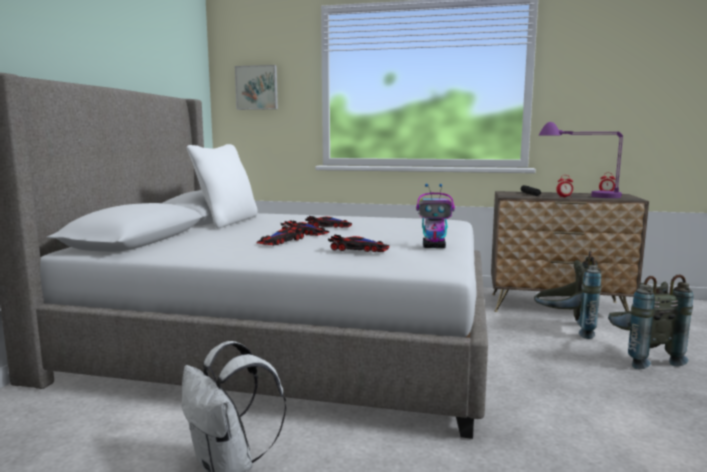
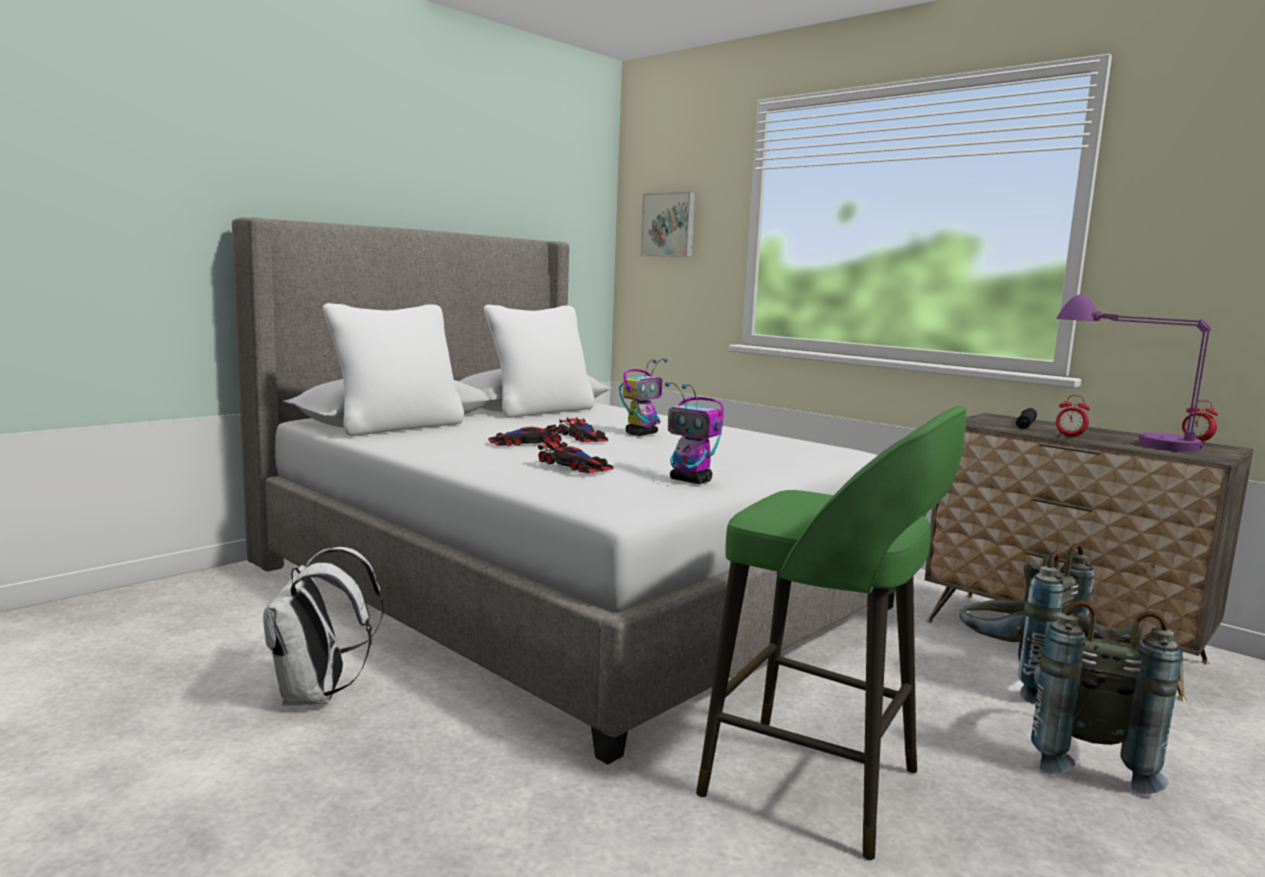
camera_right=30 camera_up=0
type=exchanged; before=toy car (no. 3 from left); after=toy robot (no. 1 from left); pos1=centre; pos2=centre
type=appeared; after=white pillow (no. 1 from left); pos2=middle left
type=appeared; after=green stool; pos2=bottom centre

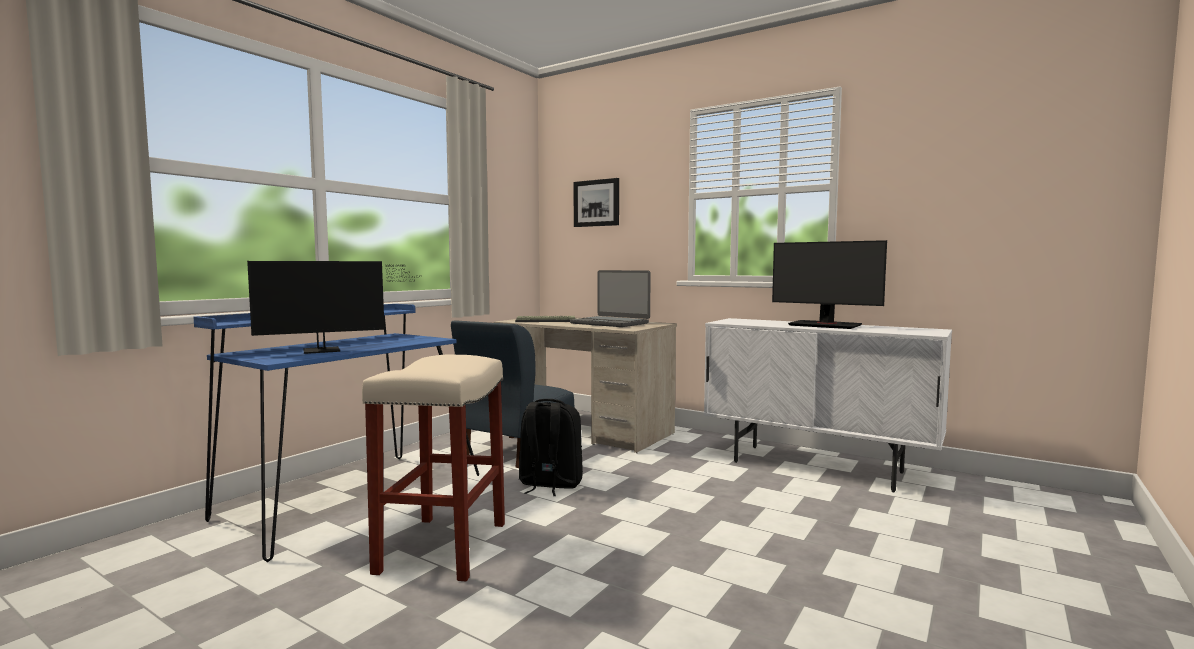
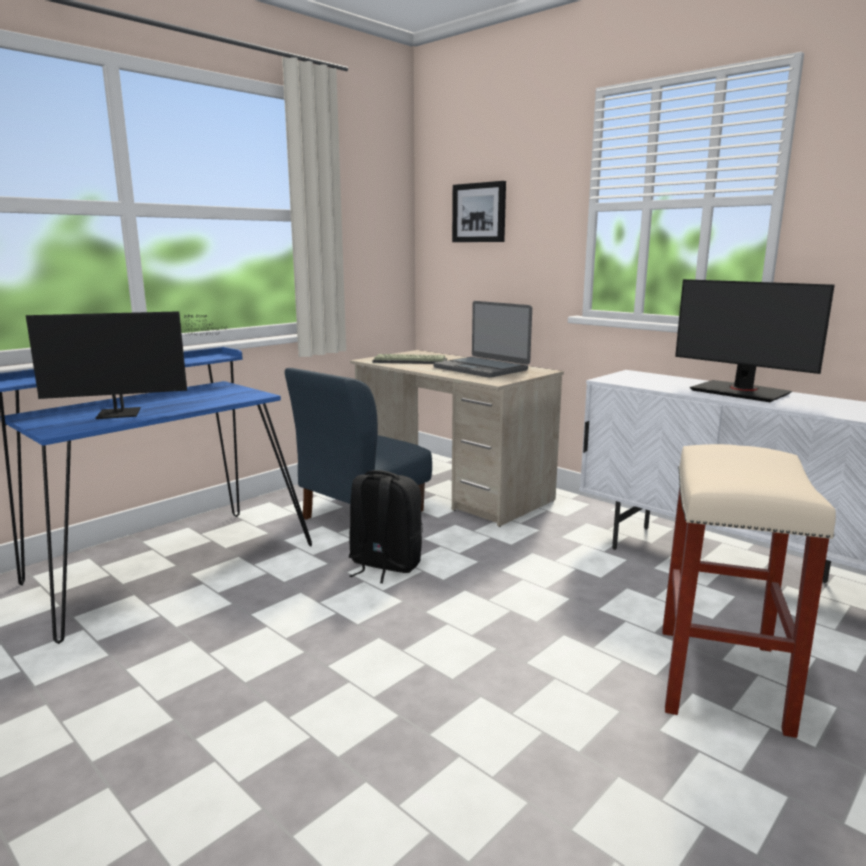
camera_right=10 camera_up=10
type=relocated; before=beige stool; pos1=bottom centre; pos2=bottom right

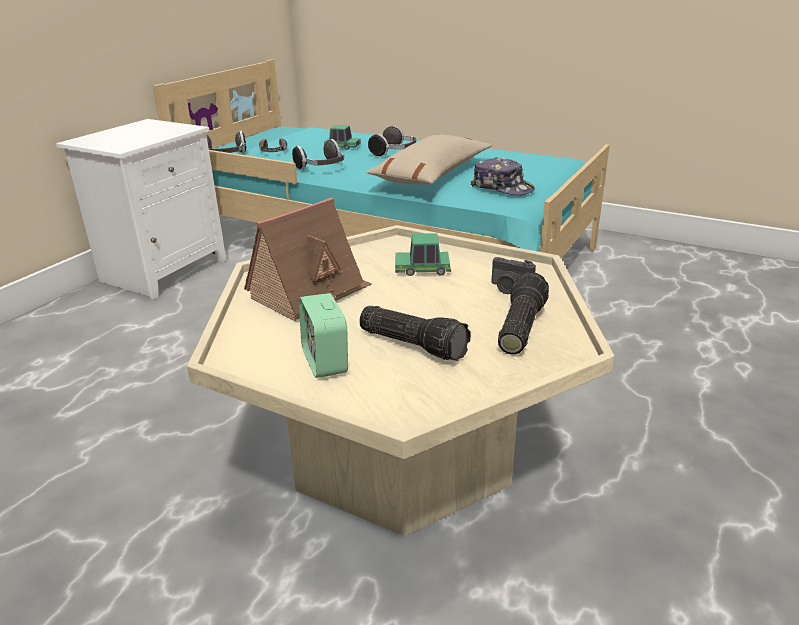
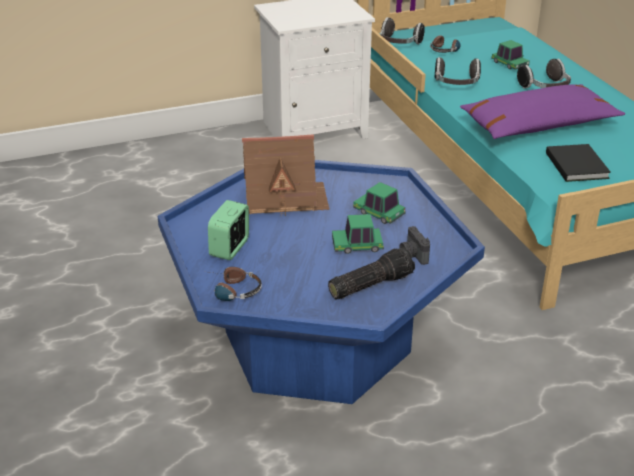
camera_right=40 camera_up=5
type=colour; before=beige pillow; after=purple pillow; pos1=top centre; pos2=top right
type=exchanged; before=cap; after=black book; pos1=top centre; pos2=middle right
type=colour; before=beige coffee table; after=blue coffee table; pos1=centre; pos2=centre
type=missing; before=flashlight (no. 1 from left); pos1=centre
type=appeared; after=toy car (no. 1 from left); pos2=centre
type=appeared; after=headphones (no. 1 from left); pos2=centre

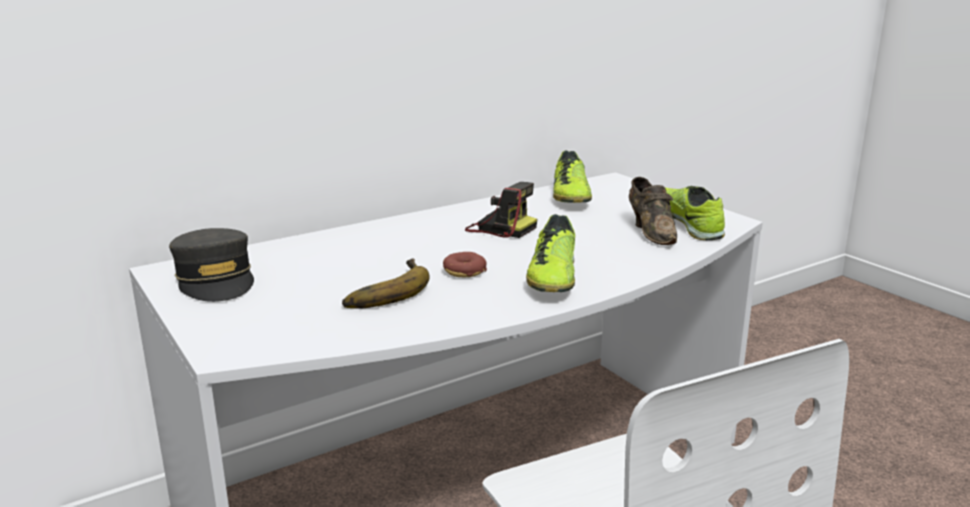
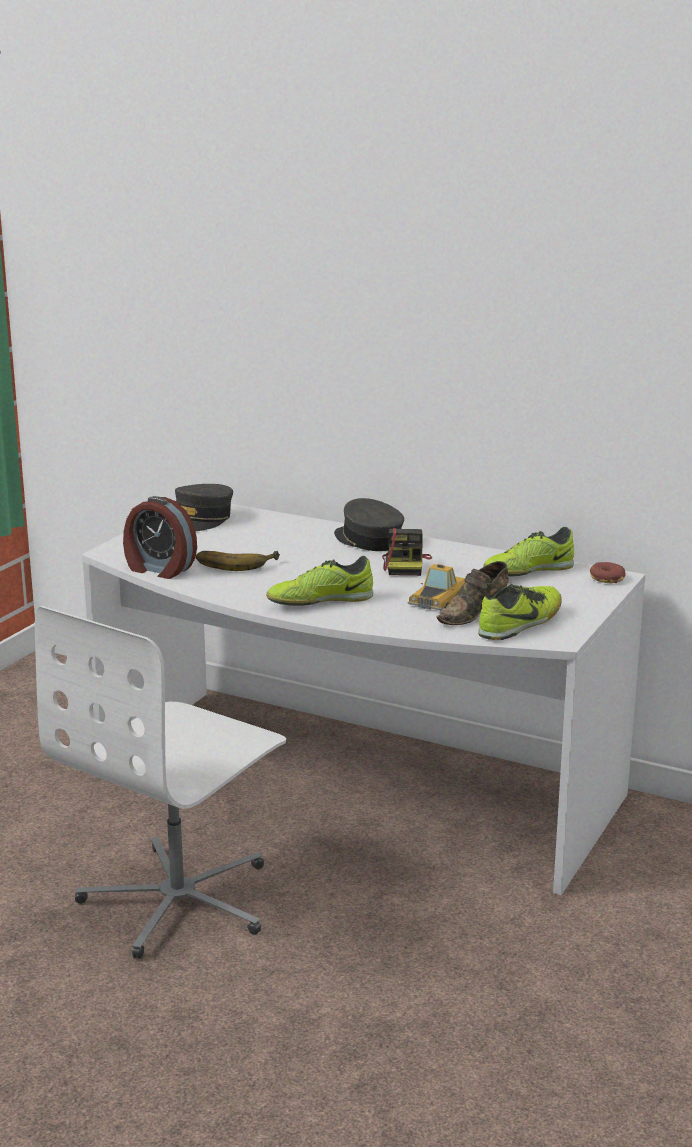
camera_right=60 camera_up=0
type=relocated; before=donut; pos1=centre; pos2=middle right
type=appeared; after=alarm clock; pos2=middle left
type=appeared; after=grey cap (no. 2 from left); pos2=centre
type=appeared; after=toy car; pos2=centre

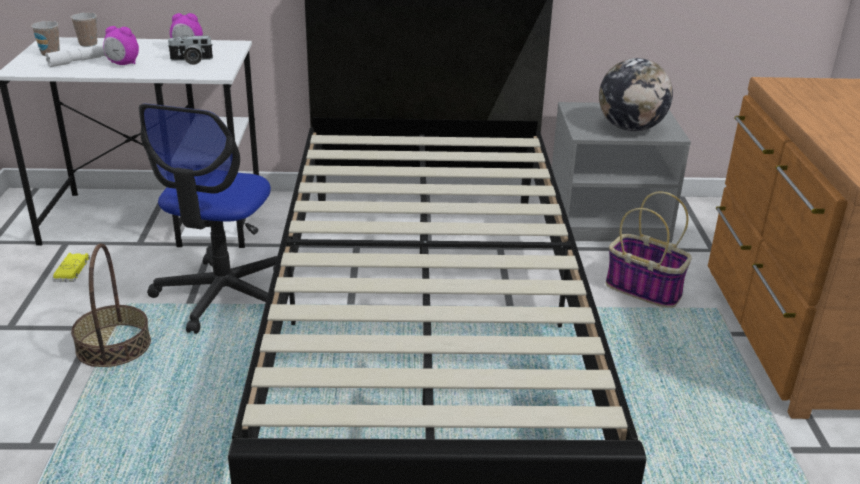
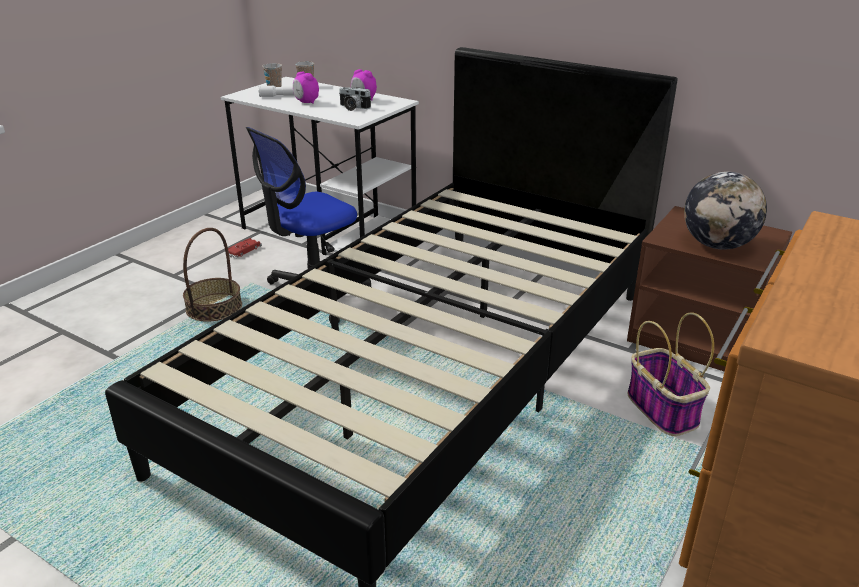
camera_right=35 camera_up=0
type=colour; before=grey nightstand; after=brown nightstand; pos1=middle right; pos2=middle right
type=colour; before=yellow toy car; after=red toy car; pos1=middle left; pos2=middle left

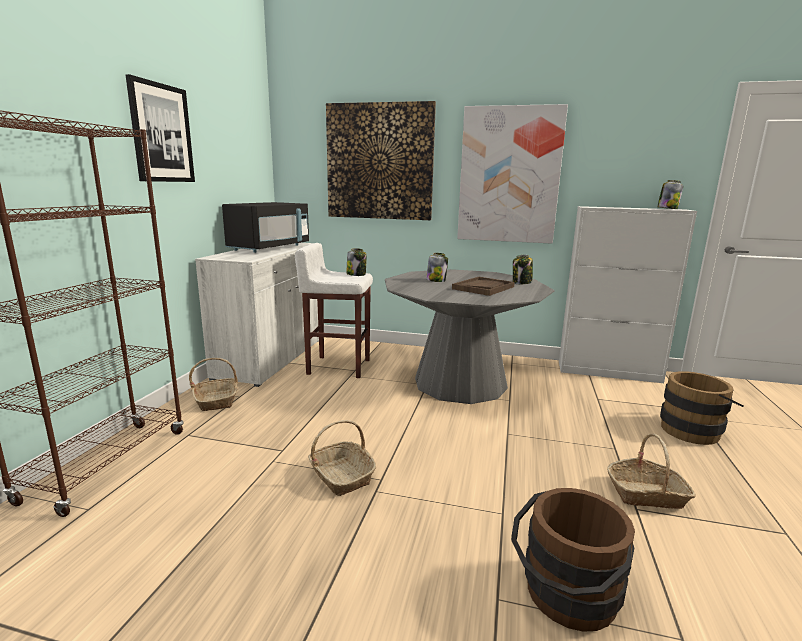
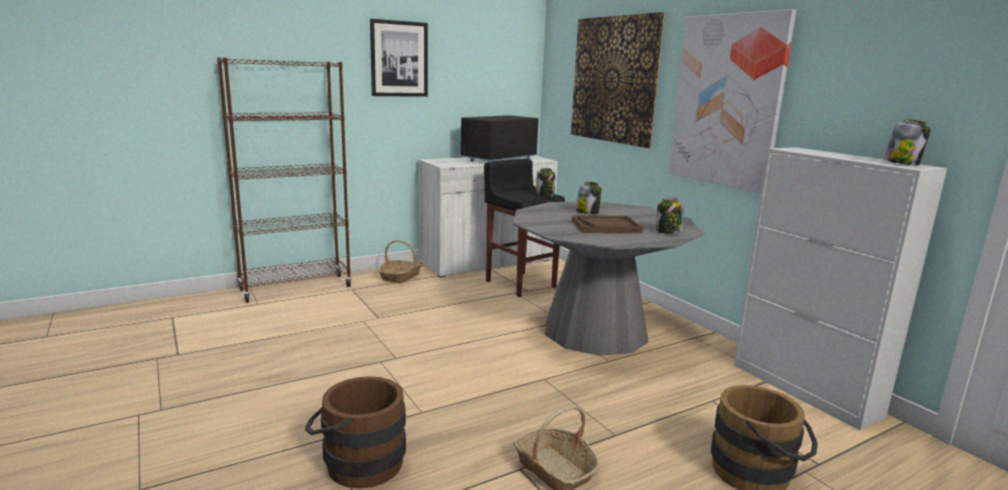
camera_right=45 camera_up=0
type=spun; before=black microwave; pos1=middle left; pos2=top centre; turn=150
type=colour; before=white stool; after=black stool; pos1=centre; pos2=centre
type=missing; before=basket (no. 2 from left); pos1=bottom centre

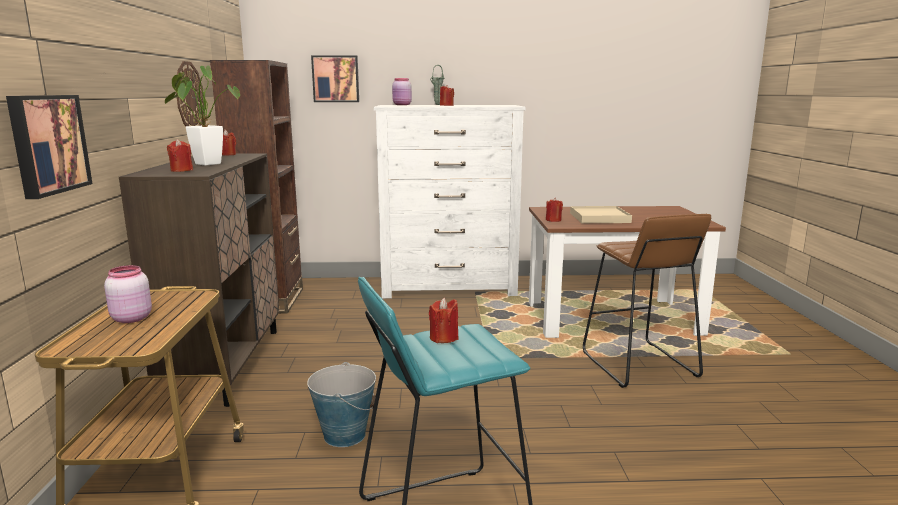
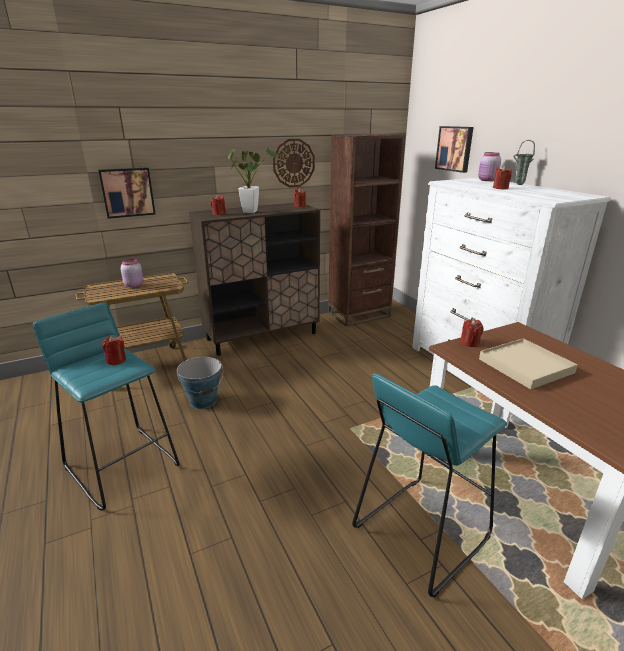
camera_right=65 camera_up=10
type=colour; before=brown stool; after=turquoise stool (no. 2 from left); pos1=middle right; pos2=bottom right

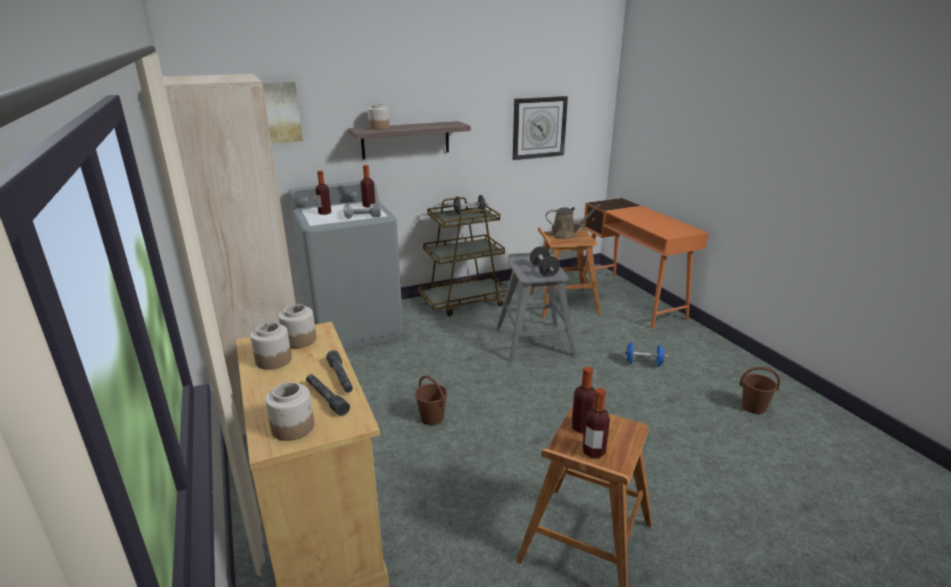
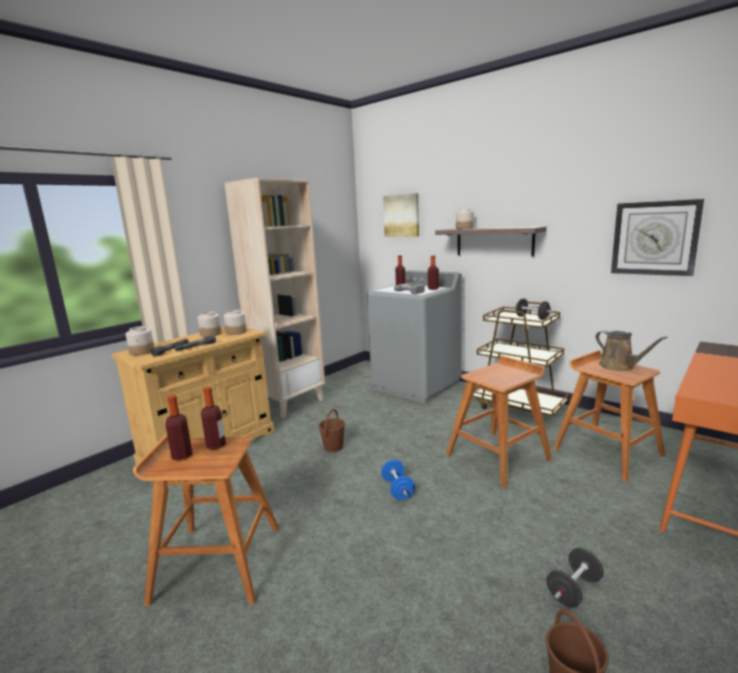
camera_right=65 camera_up=-10
type=relocated; before=black dumbbell (no. 2 from left); pos1=centre; pos2=bottom right
type=colour; before=grey stool; after=brown stool (no. 2 from left); pos1=centre; pos2=middle right
type=relocated; before=blue dumbbell; pos1=middle right; pos2=bottom centre

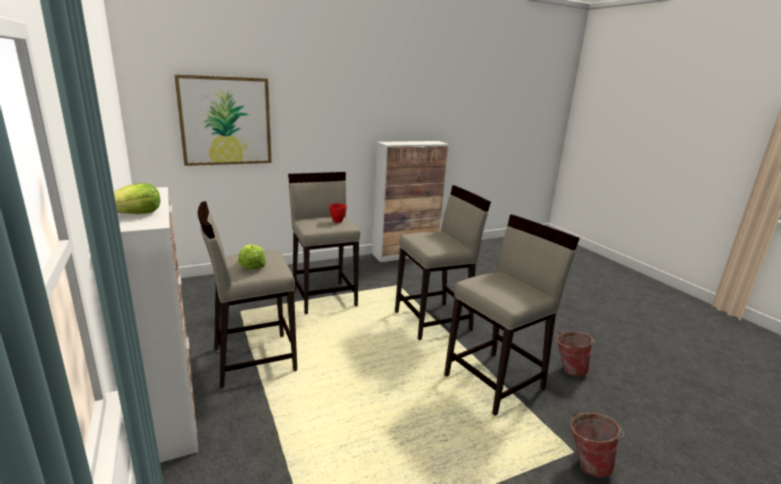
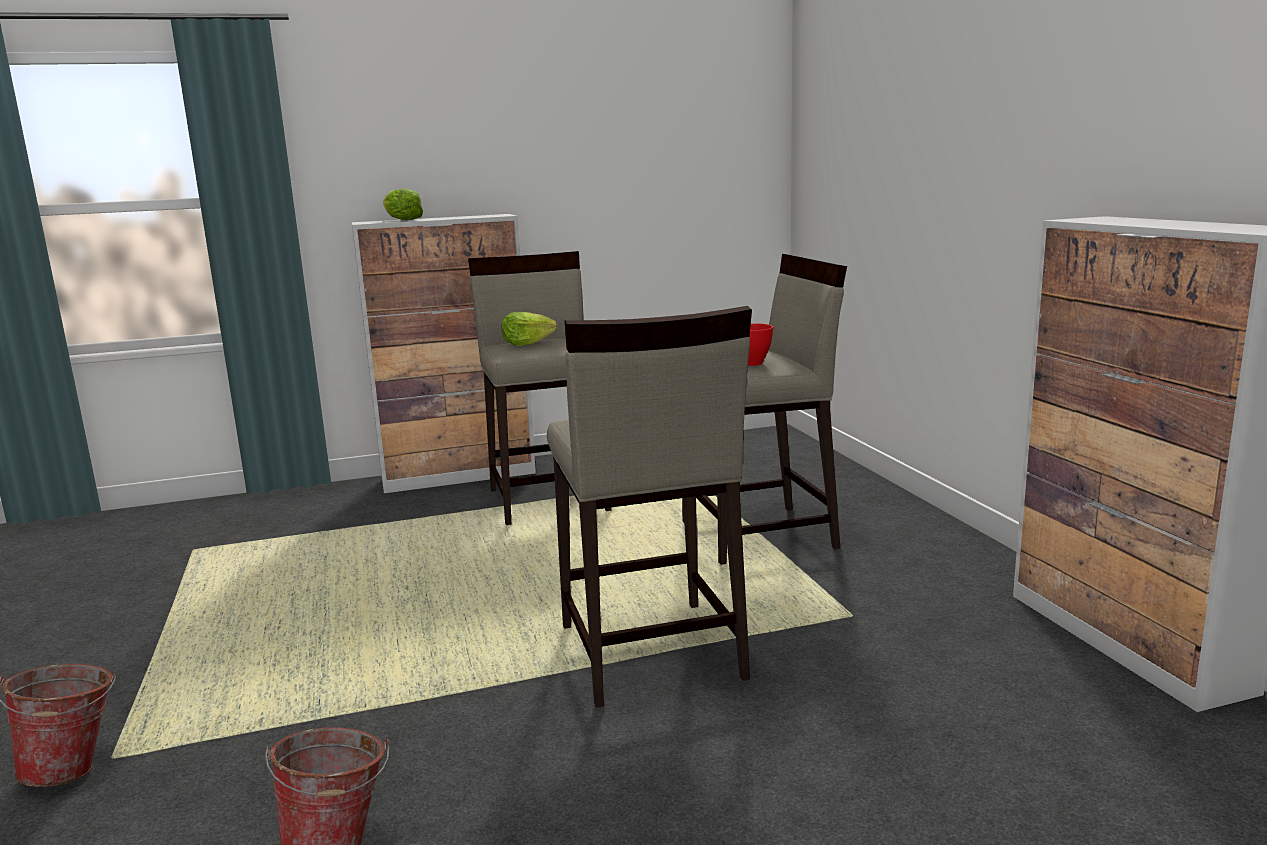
camera_right=100 camera_up=-5
type=missing; before=picture; pos1=top left
type=missing; before=beige stool (no. 4 from left); pos1=centre

